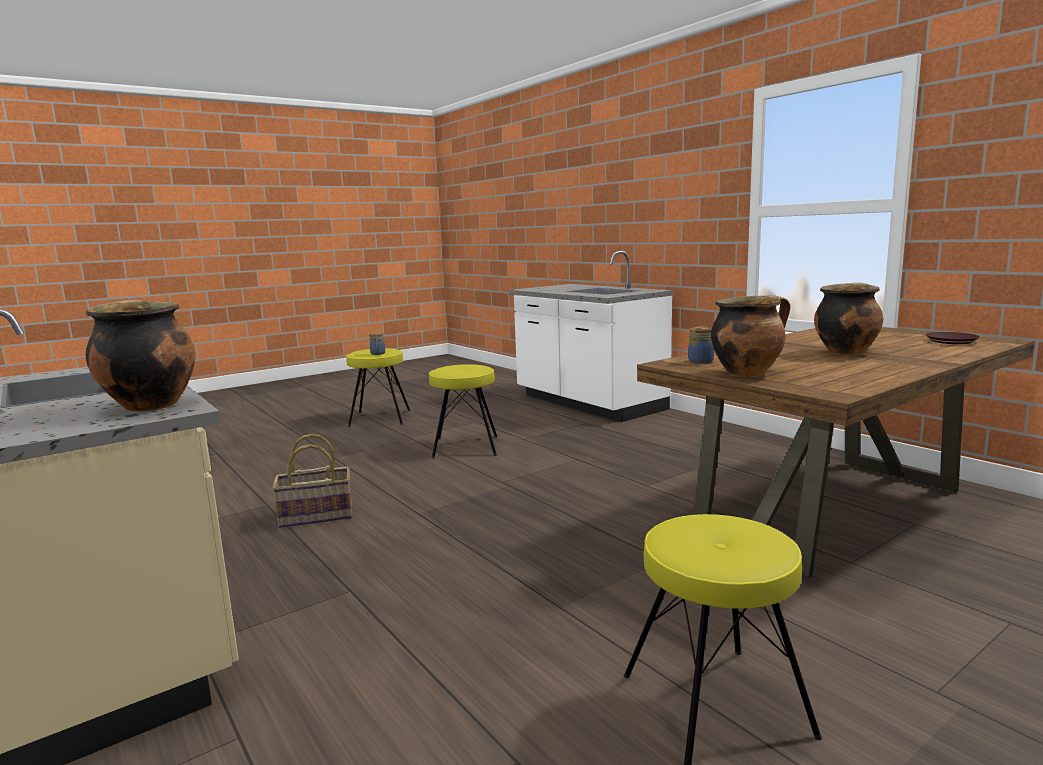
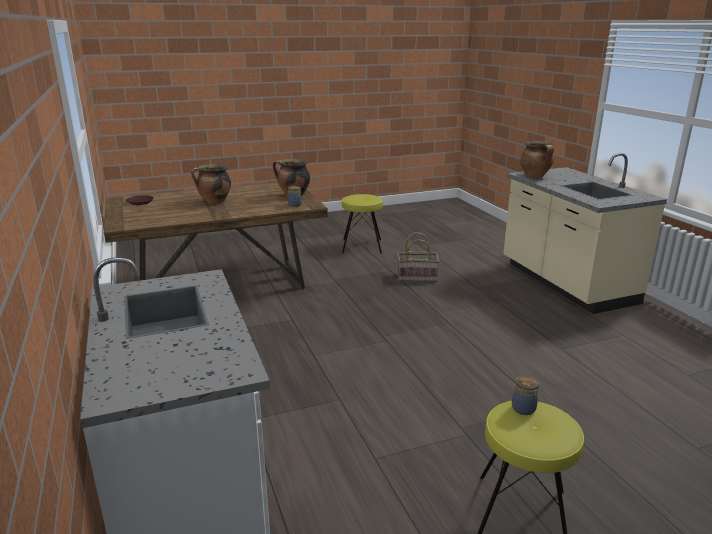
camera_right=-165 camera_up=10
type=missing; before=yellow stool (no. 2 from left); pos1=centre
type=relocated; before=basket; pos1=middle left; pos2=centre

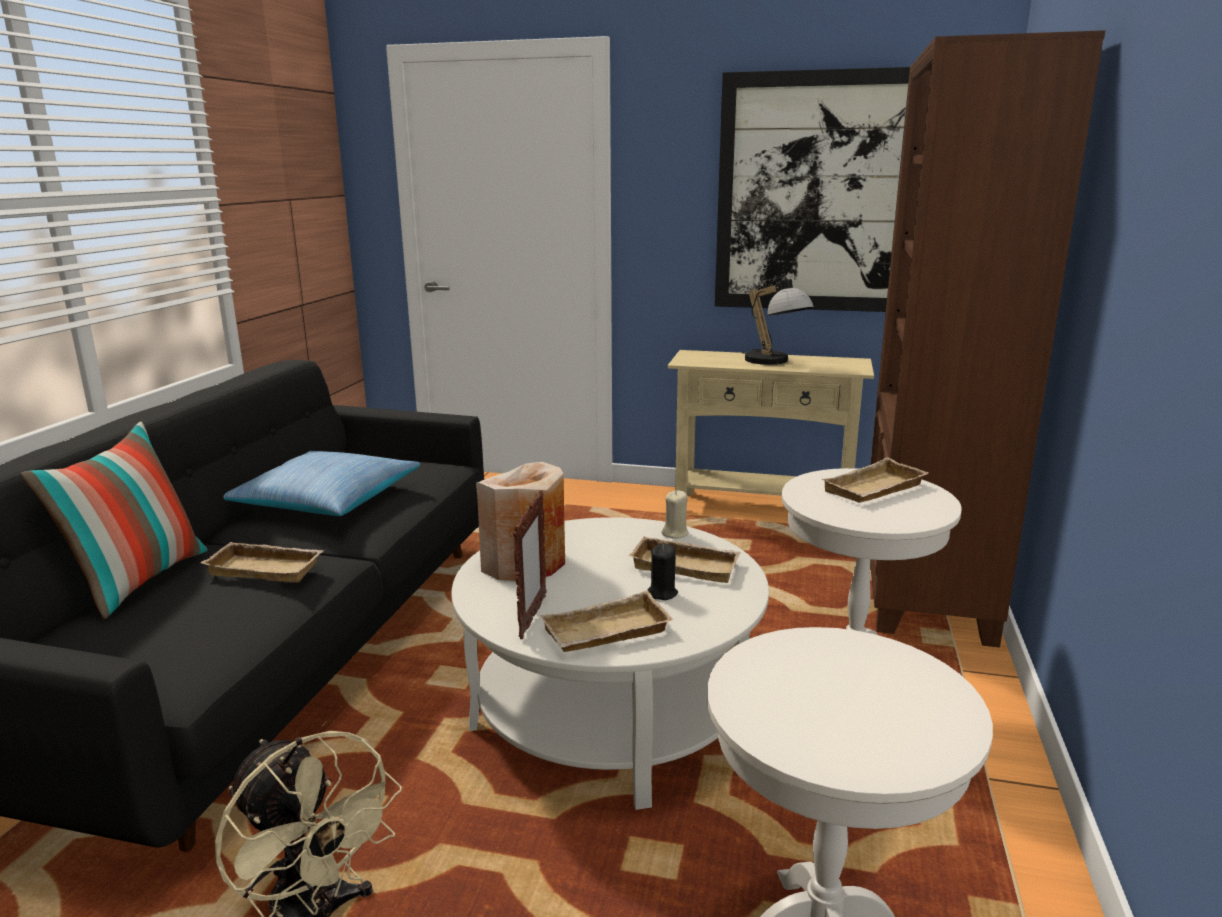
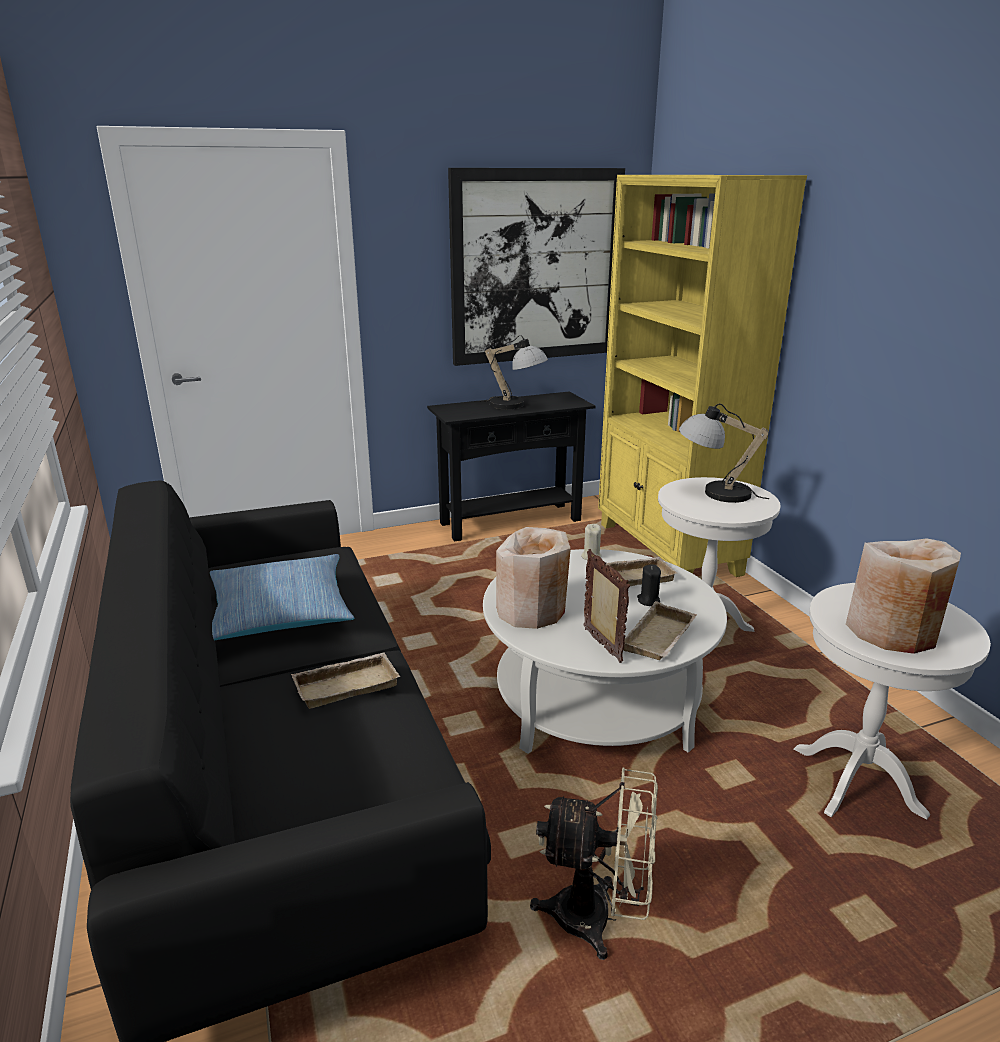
camera_right=-35 camera_up=5
type=colour; before=brown bookcase; after=yellow bookcase; pos1=middle right; pos2=middle right
type=colour; before=beige console table; after=black console table; pos1=centre; pos2=centre
type=missing; before=pillow (no. 1 from left); pos1=middle left
type=exchanged; before=beige tray (no. 4 from left); after=table lamp (no. 2 from left); pos1=middle right; pos2=middle right
type=appeared; after=beige vase (no. 2 from left); pos2=middle right

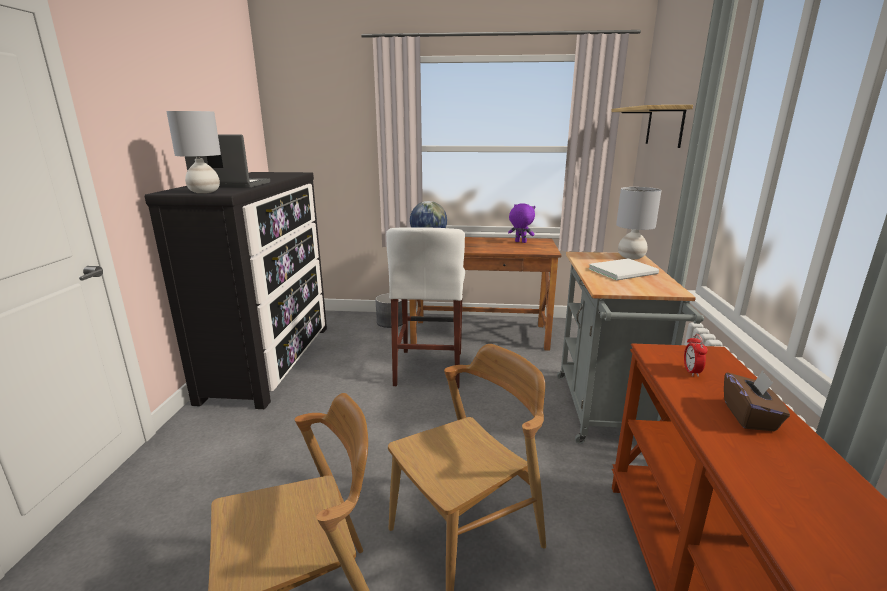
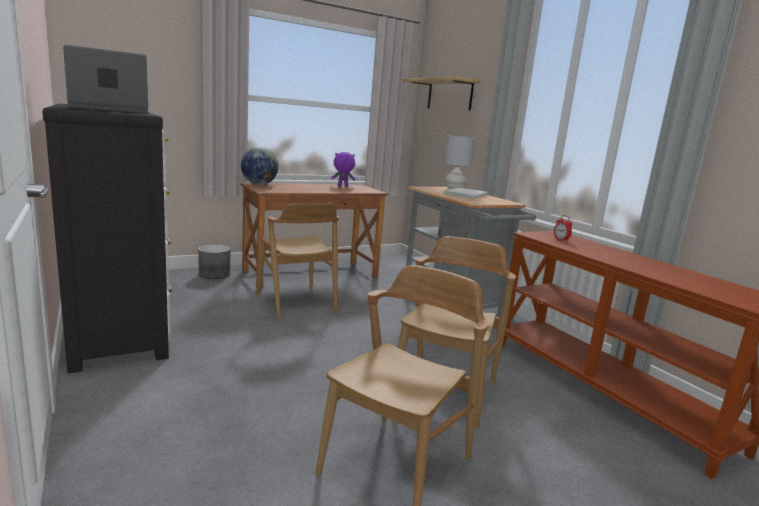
camera_right=-35 camera_up=-5
type=missing; before=grey table lamp (no. 1 from left); pos1=top left
type=exchanged; before=white stool; after=brown chair (no. 1 from left); pos1=centre; pos2=centre
type=missing; before=brown tissue box; pos1=bottom right

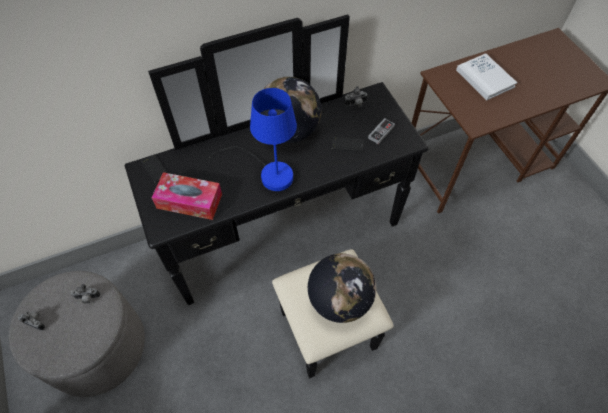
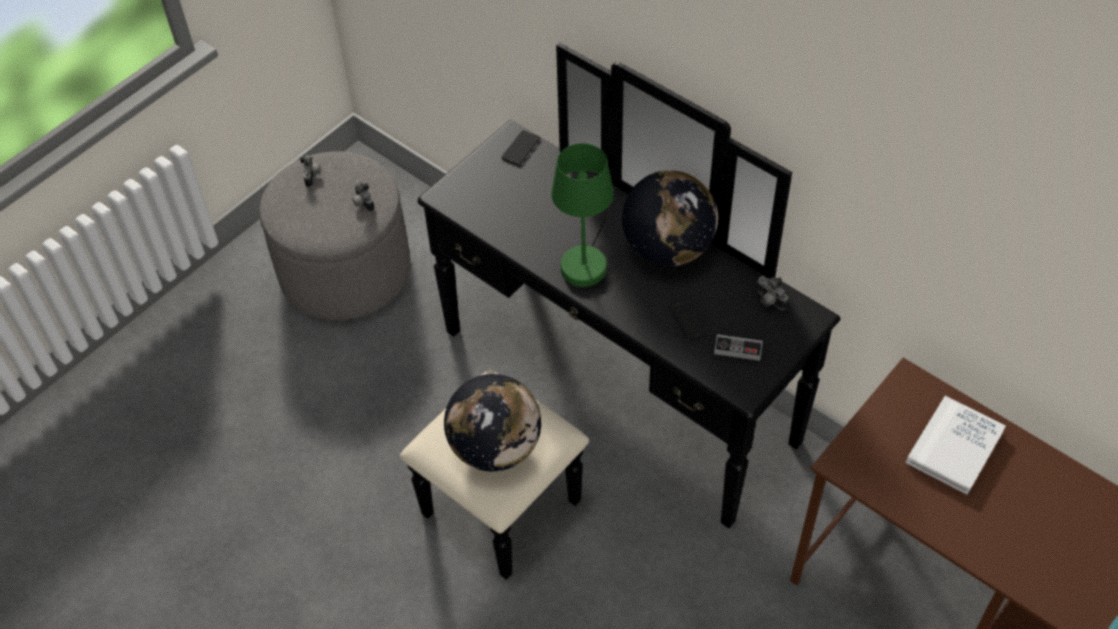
camera_right=65 camera_up=-5
type=colour; before=blue table lamp; after=green table lamp; pos1=centre; pos2=centre
type=missing; before=tissue box; pos1=middle left

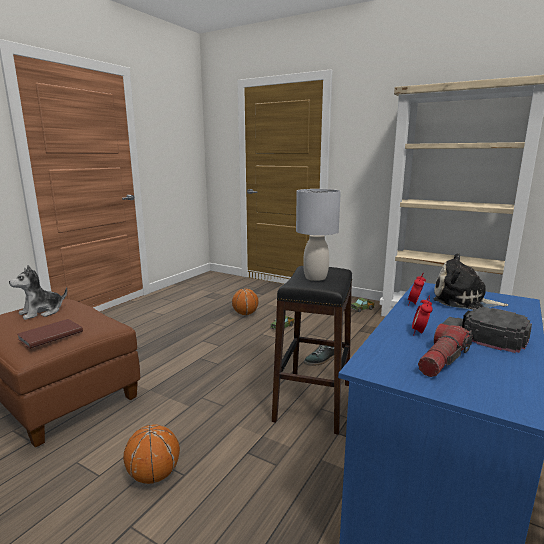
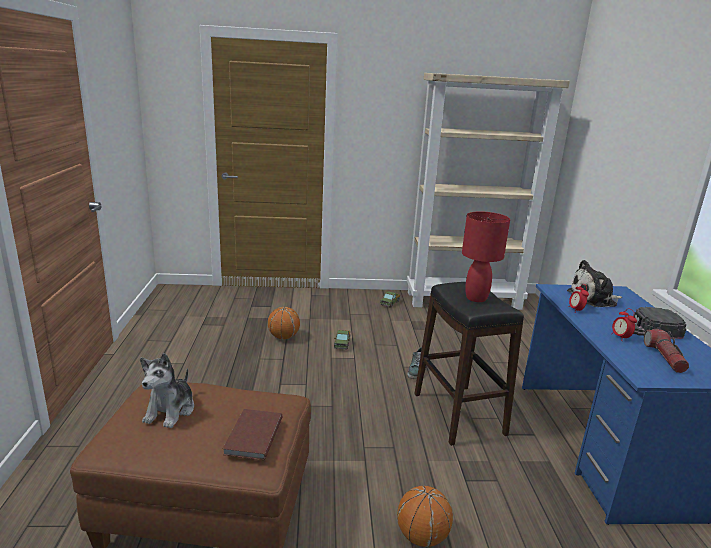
camera_right=-35 camera_up=5
type=colour; before=grey table lamp; after=red table lamp; pos1=centre; pos2=middle right

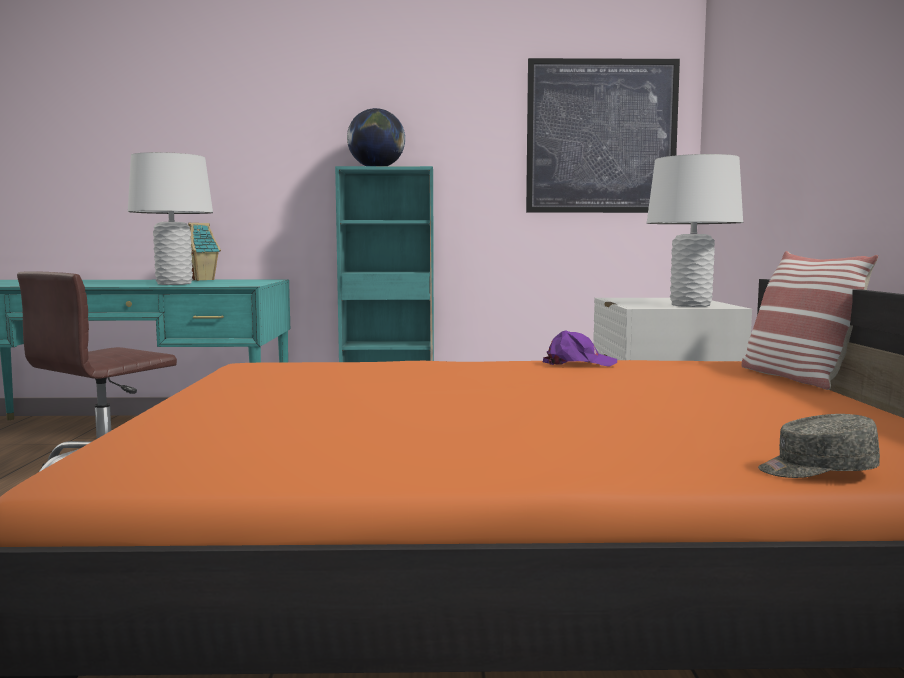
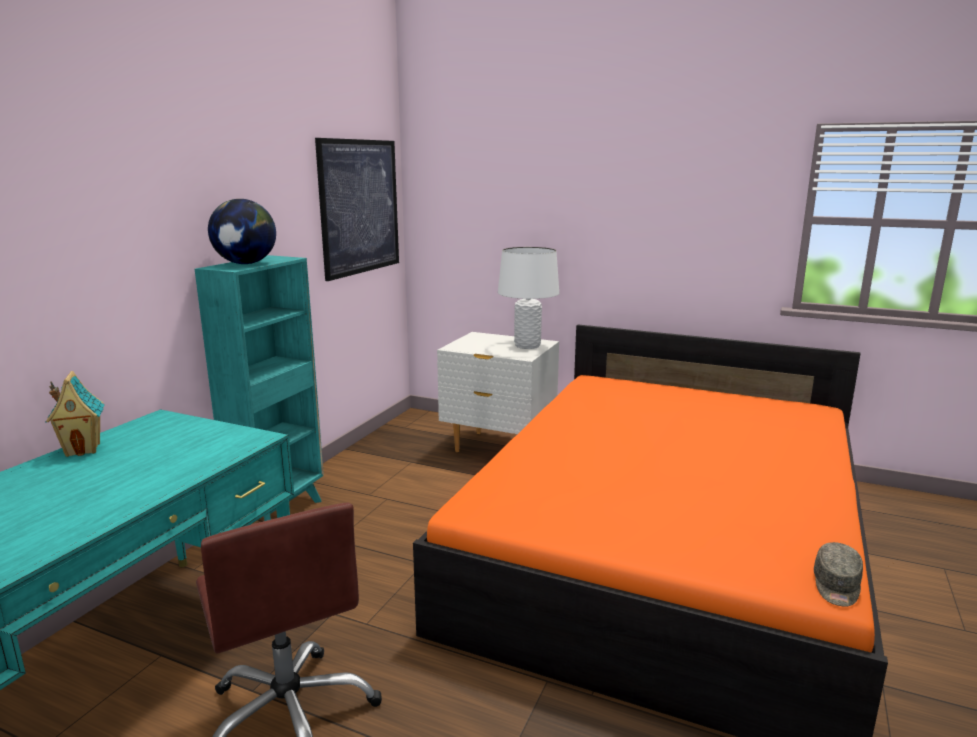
camera_right=-65 camera_up=10
type=missing; before=white table lamp (no. 1 from left); pos1=top left
type=missing; before=pillow; pos1=middle right
type=missing; before=purple cap; pos1=centre
type=relocated; before=grey cap; pos1=middle right; pos2=bottom right

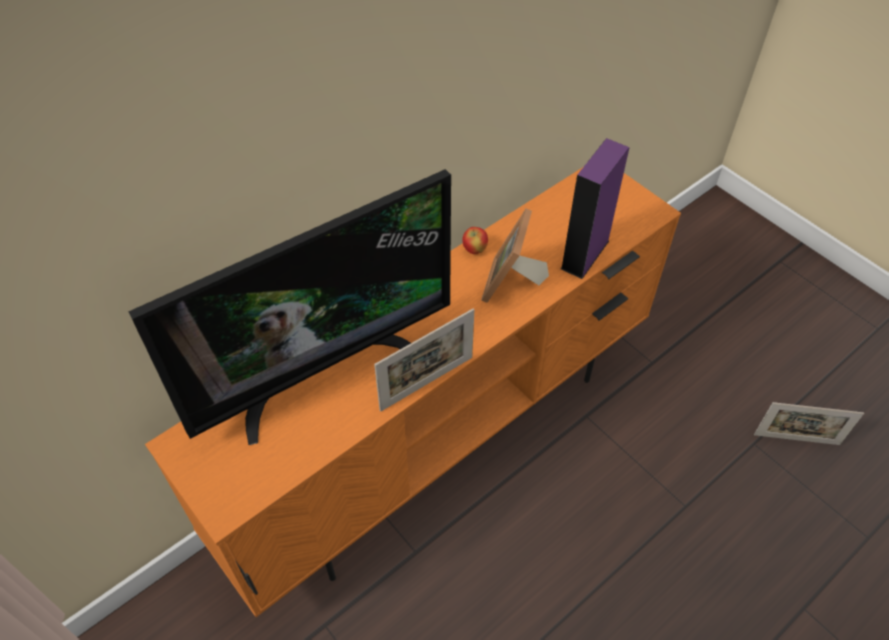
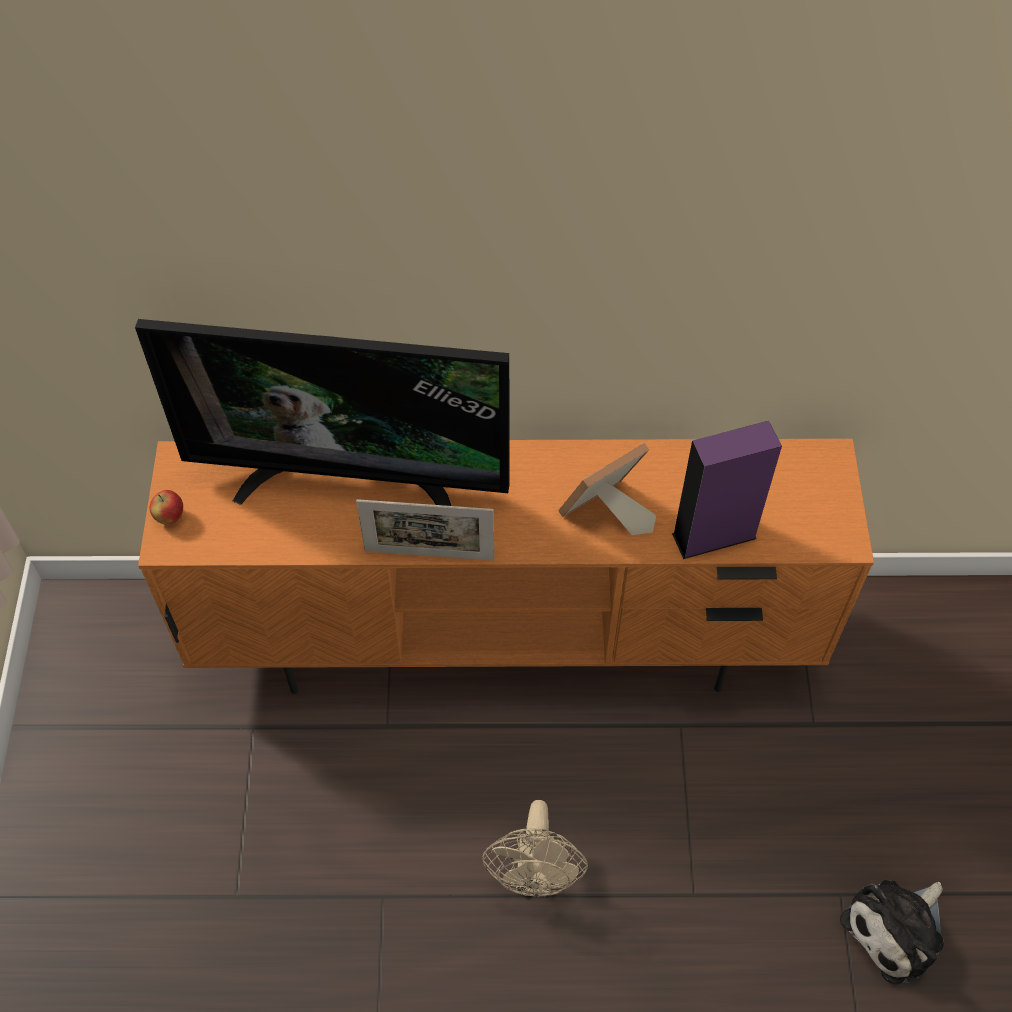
camera_right=40 camera_up=5
type=relocated; before=apple; pos1=centre; pos2=middle left
type=exchanged; before=picture frame (no. 3 from left); after=plush toy; pos1=middle right; pos2=bottom right
type=appeared; after=beige fan; pos2=bottom centre

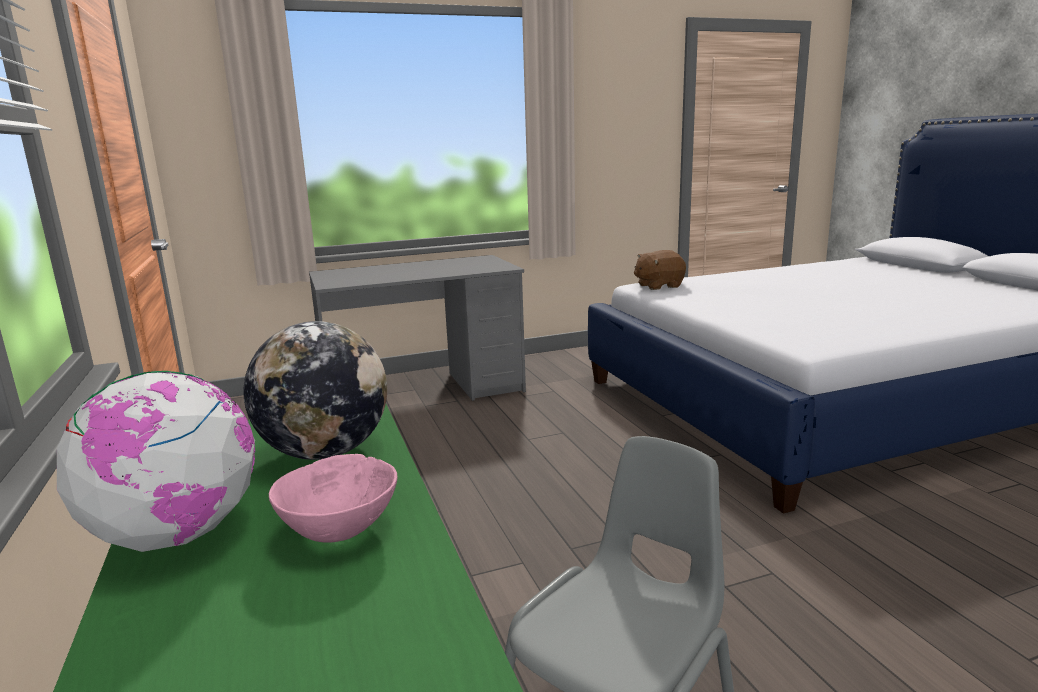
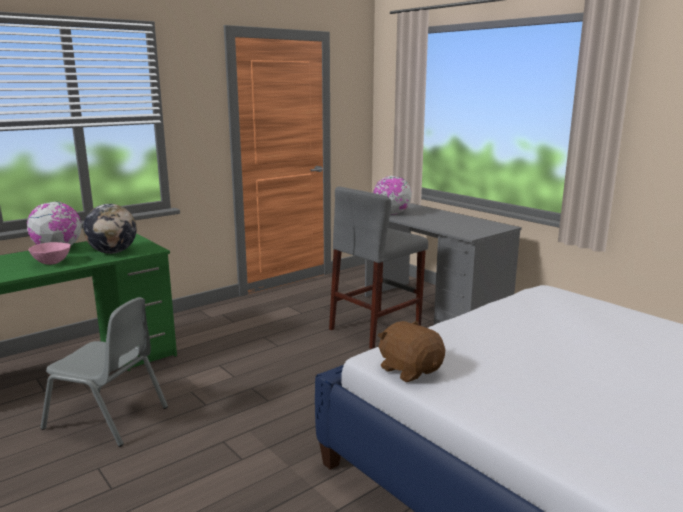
camera_right=70 camera_up=0
type=relocated; before=brown plush toy; pos1=centre; pos2=bottom centre
type=appeared; after=globe (no. 3 from left); pos2=centre
type=appeared; after=grey stool; pos2=centre

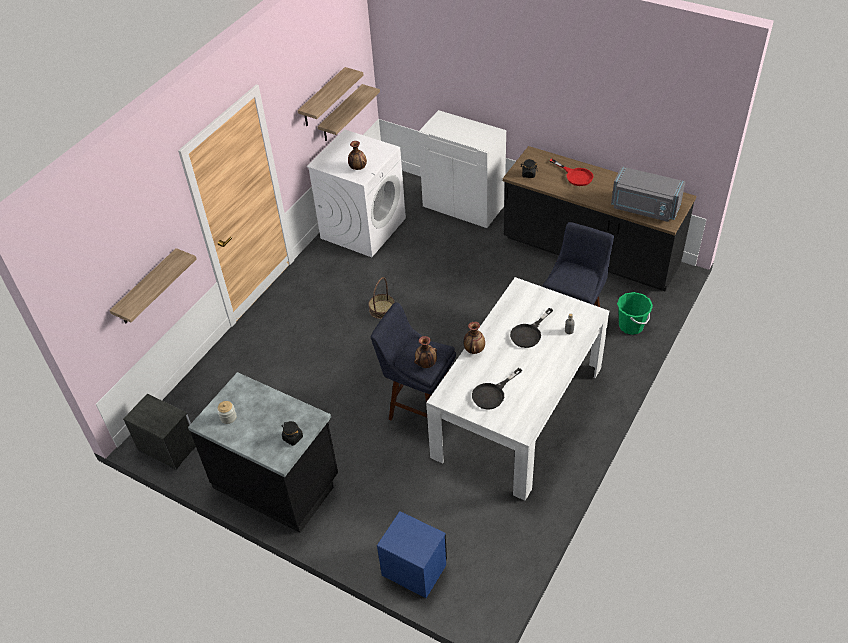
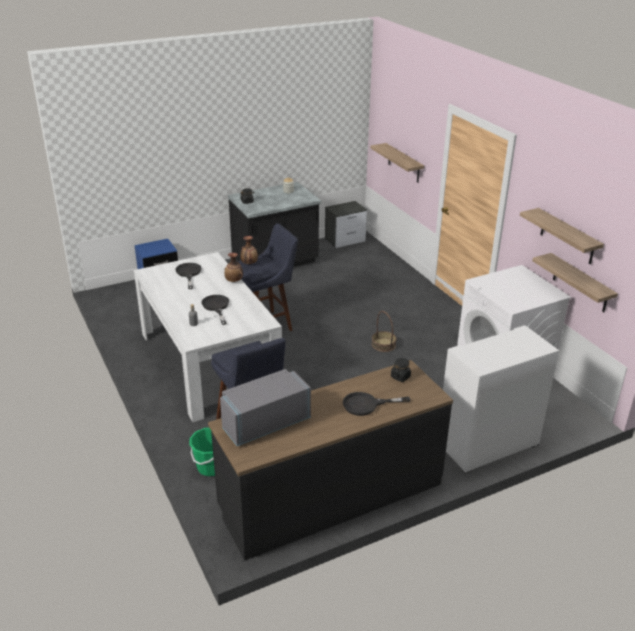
camera_right=120 camera_up=-15
type=missing; before=vase (no. 1 from left); pos1=top centre
type=colour; before=red frying pan; after=black frying pan (no. 3 from left); pos1=top right; pos2=centre

